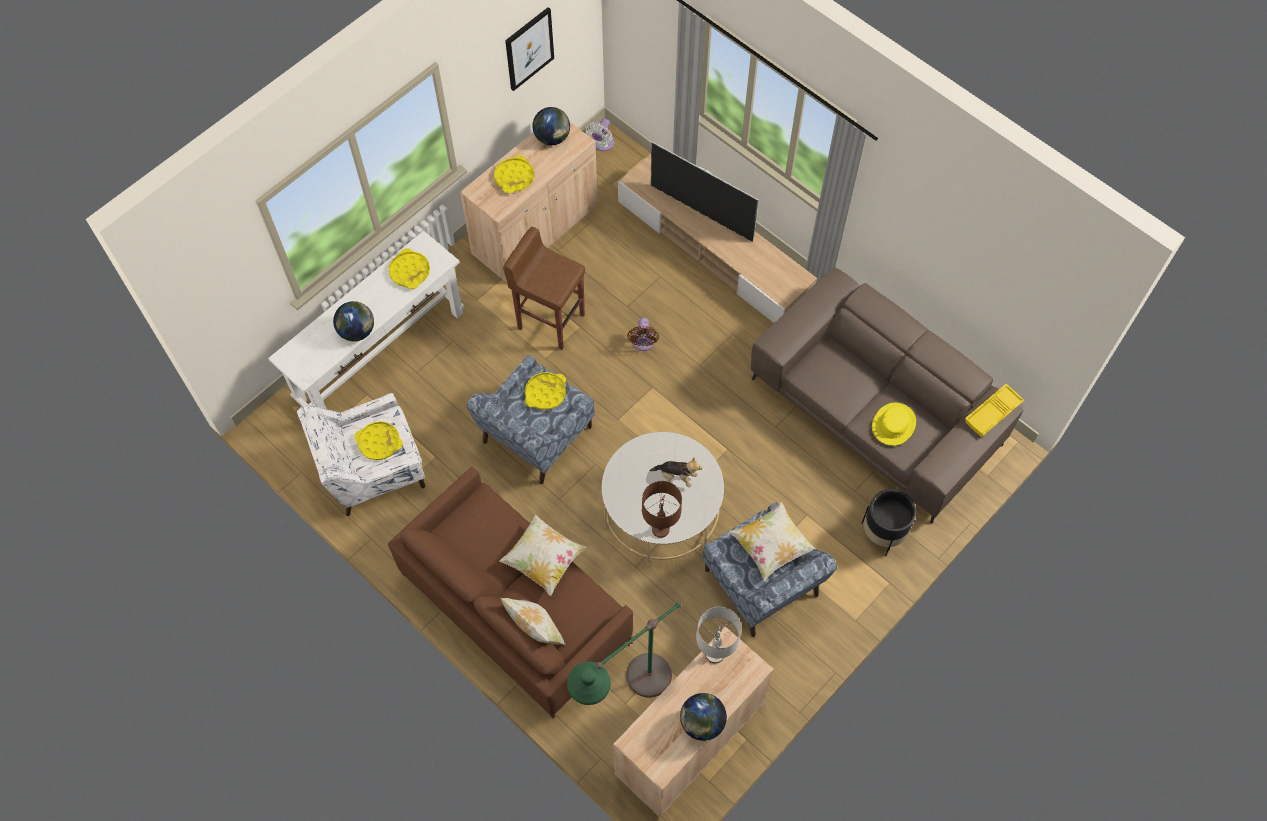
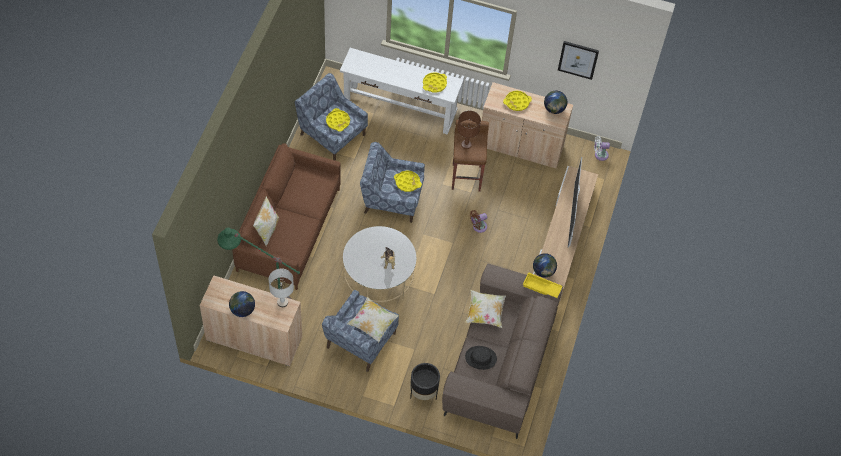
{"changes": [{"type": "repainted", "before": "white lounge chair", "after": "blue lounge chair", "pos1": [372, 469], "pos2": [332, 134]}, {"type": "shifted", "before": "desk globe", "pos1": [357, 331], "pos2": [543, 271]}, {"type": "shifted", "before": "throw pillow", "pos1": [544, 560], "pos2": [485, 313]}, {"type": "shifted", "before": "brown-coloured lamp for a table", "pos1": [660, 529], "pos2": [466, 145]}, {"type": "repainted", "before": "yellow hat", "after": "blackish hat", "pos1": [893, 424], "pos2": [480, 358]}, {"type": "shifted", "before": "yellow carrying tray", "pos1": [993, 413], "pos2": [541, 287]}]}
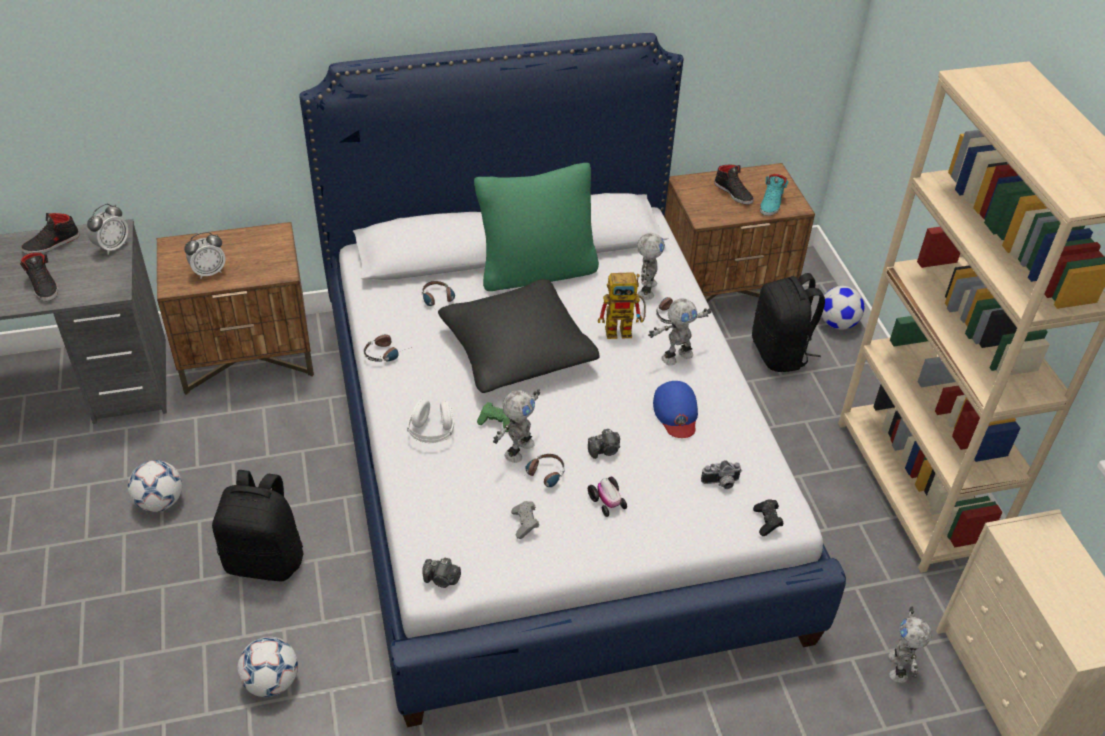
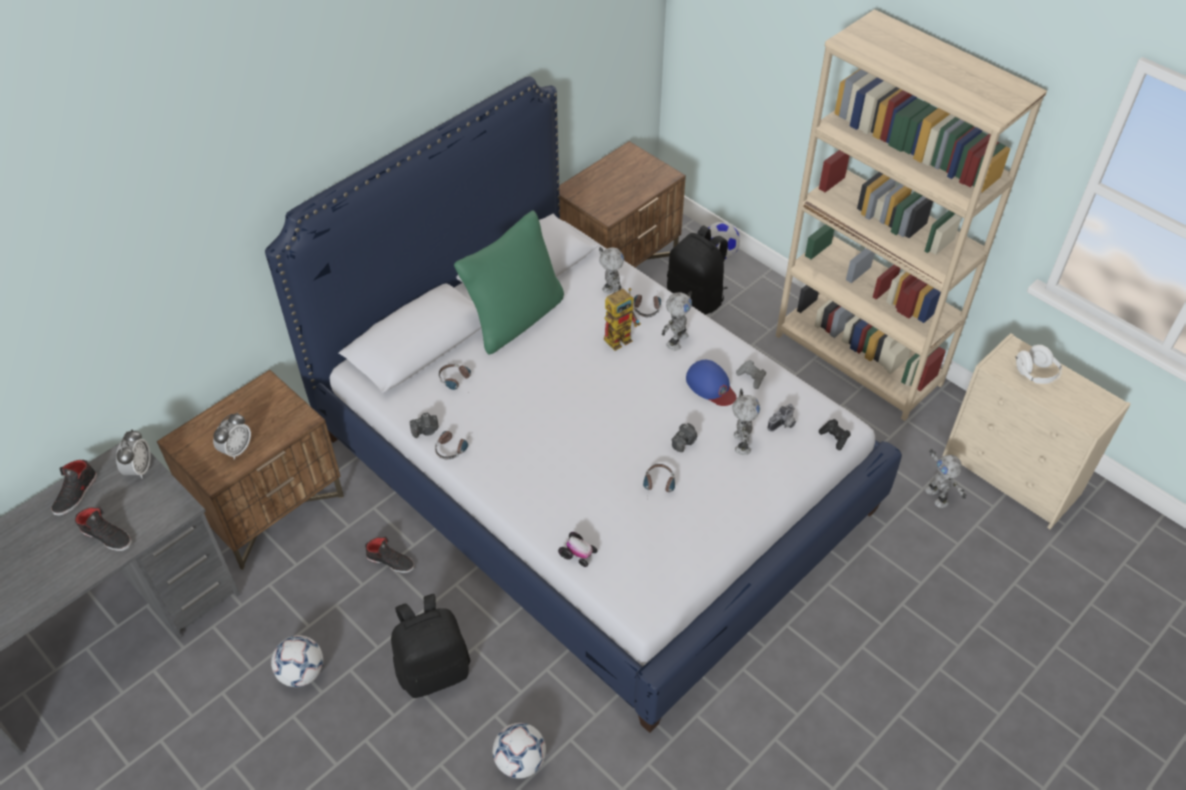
{"changes": [{"type": "shifted", "before": "white pair of headphones", "pos1": [432, 432], "pos2": [1035, 374]}, {"type": "shifted", "before": "photo camera", "pos1": [442, 579], "pos2": [426, 431]}, {"type": "gone", "before": "blackish throw pillow", "pos1": [517, 351]}, {"type": "gone", "before": "green-coloured gamepad", "pos1": [496, 422]}, {"type": "shifted", "before": "toy robot", "pos1": [518, 449], "pos2": [740, 443]}, {"type": "shifted", "before": "greyish gamepad", "pos1": [525, 524], "pos2": [751, 378]}, {"type": "shifted", "before": "model car", "pos1": [607, 502], "pos2": [578, 554]}, {"type": "shifted", "before": "blackish low shoe", "pos1": [733, 193], "pos2": [391, 561]}, {"type": "gone", "before": "blue-green low shoe", "pos1": [771, 203]}]}
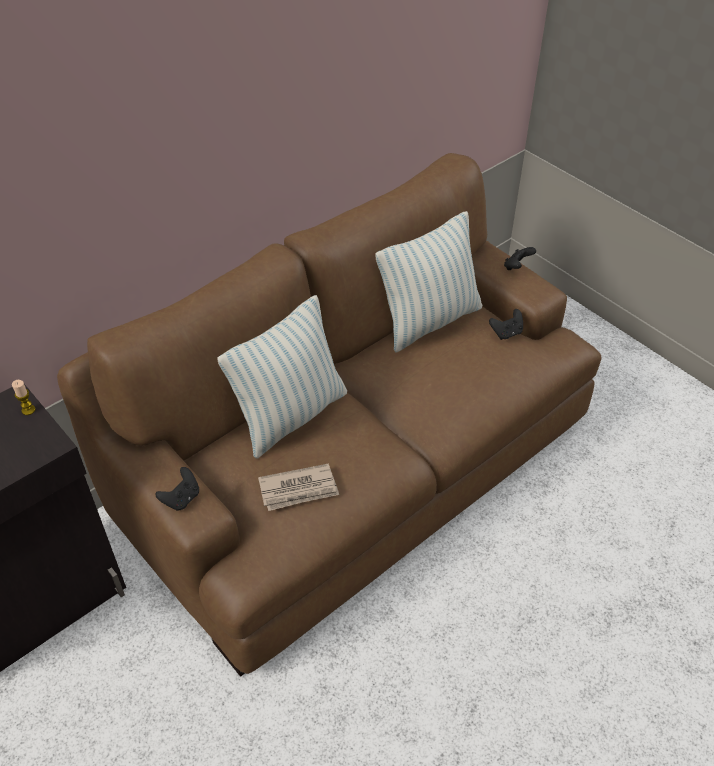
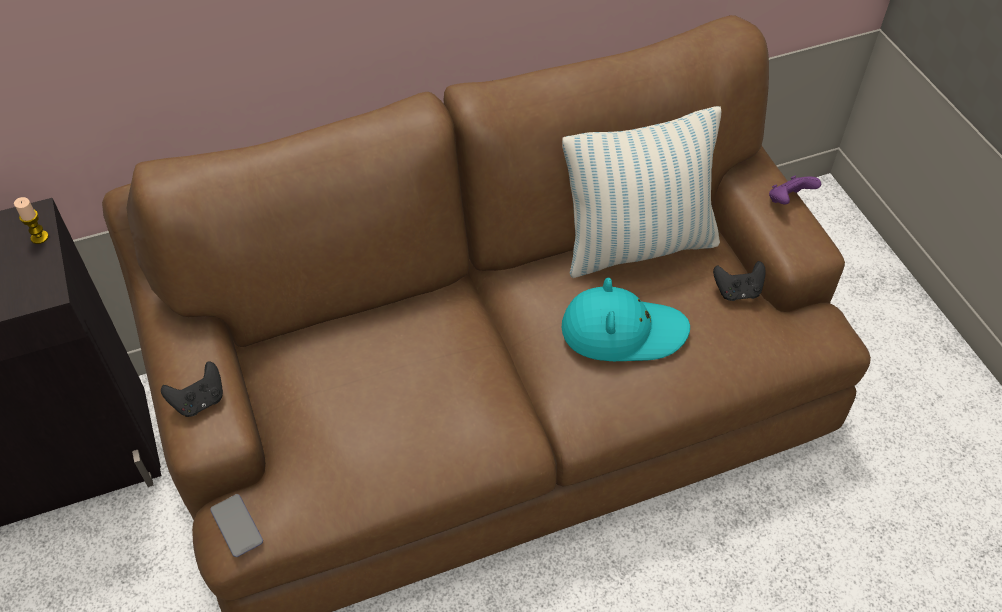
{"changes": [{"type": "gone", "before": "throw pillow", "pos1": [291, 416]}, {"type": "gone", "before": "daily paper", "pos1": [299, 489]}, {"type": "repainted", "before": "blackish gamepad", "after": "purple-coloured gamepad", "pos1": [517, 267], "pos2": [788, 200]}, {"type": "new", "after": "telephone", "pos2": [237, 526]}, {"type": "new", "after": "blue-green hat", "pos2": [622, 331]}]}
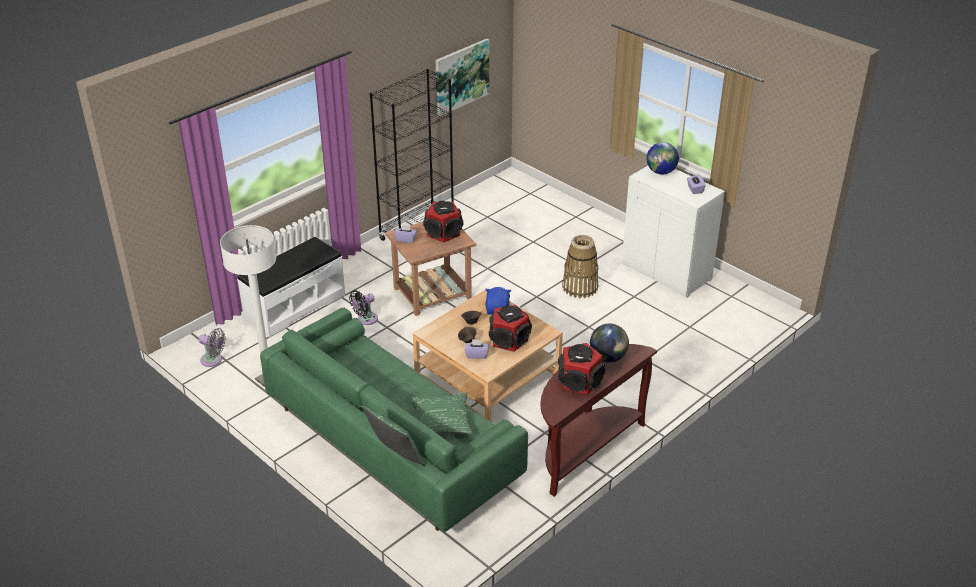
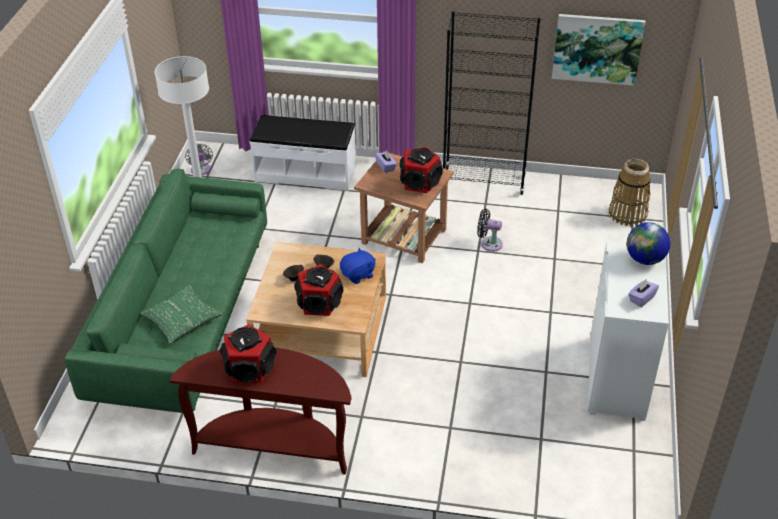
{"changes": [{"type": "shifted", "before": "blackish fan", "pos1": [365, 319], "pos2": [489, 244]}, {"type": "gone", "before": "green-coloured throw pillow", "pos1": [395, 456]}, {"type": "gone", "before": "purple-coloured box of tissues", "pos1": [476, 355]}, {"type": "shifted", "before": "storage basket", "pos1": [579, 287], "pos2": [627, 214]}, {"type": "gone", "before": "desk globe", "pos1": [608, 357]}]}
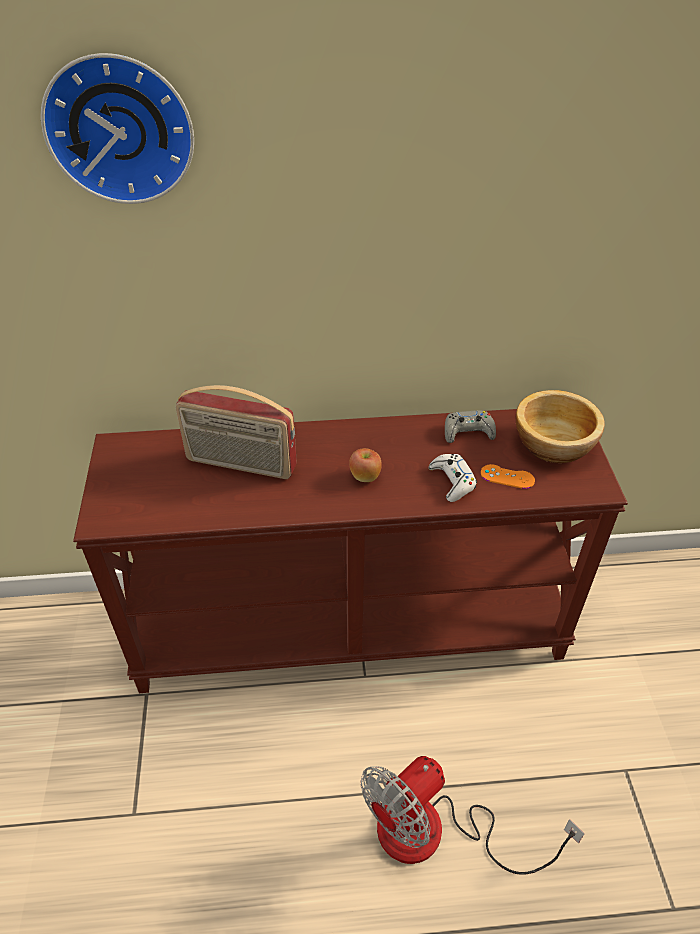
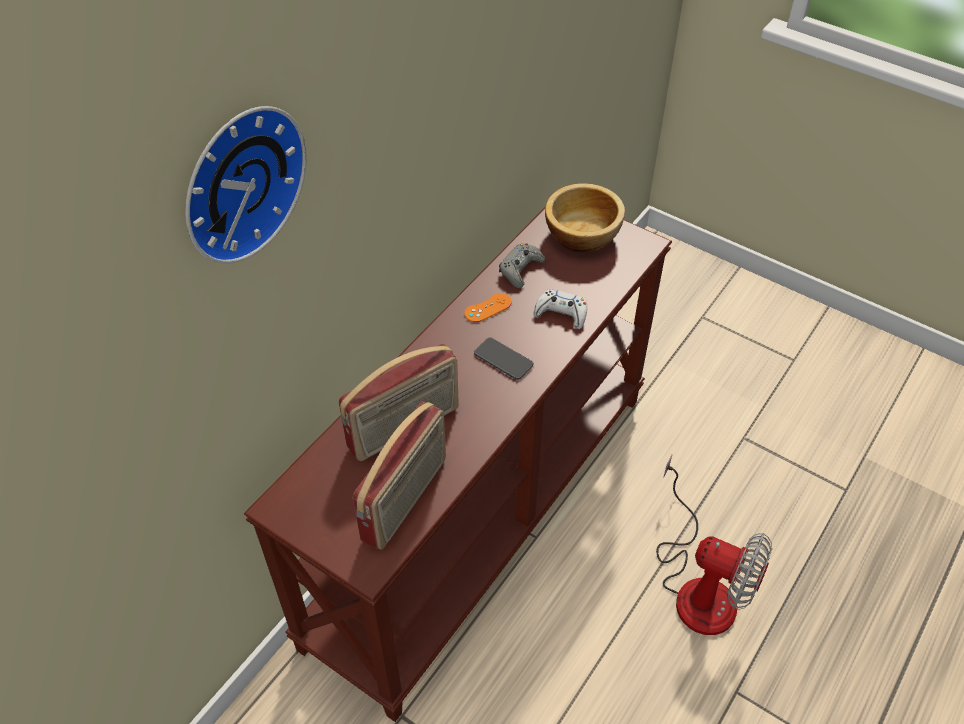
{"changes": [{"type": "swapped", "before": "apple", "after": "telephone", "pos1": [365, 476], "pos2": [503, 359]}, {"type": "rotated", "before": "fan", "pos1": [435, 834], "pos2": [698, 585], "turn": -60}, {"type": "shifted", "before": "orangey gamepad", "pos1": [507, 477], "pos2": [488, 308]}, {"type": "new", "after": "radio receiver", "pos2": [406, 500]}]}
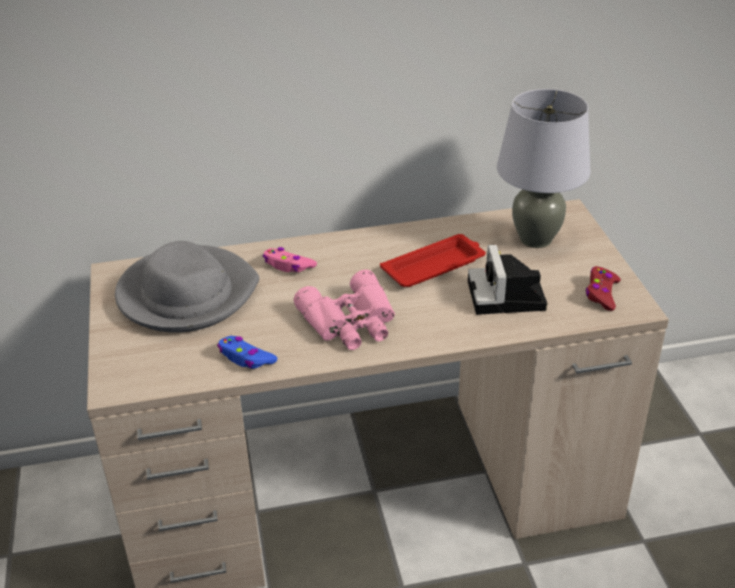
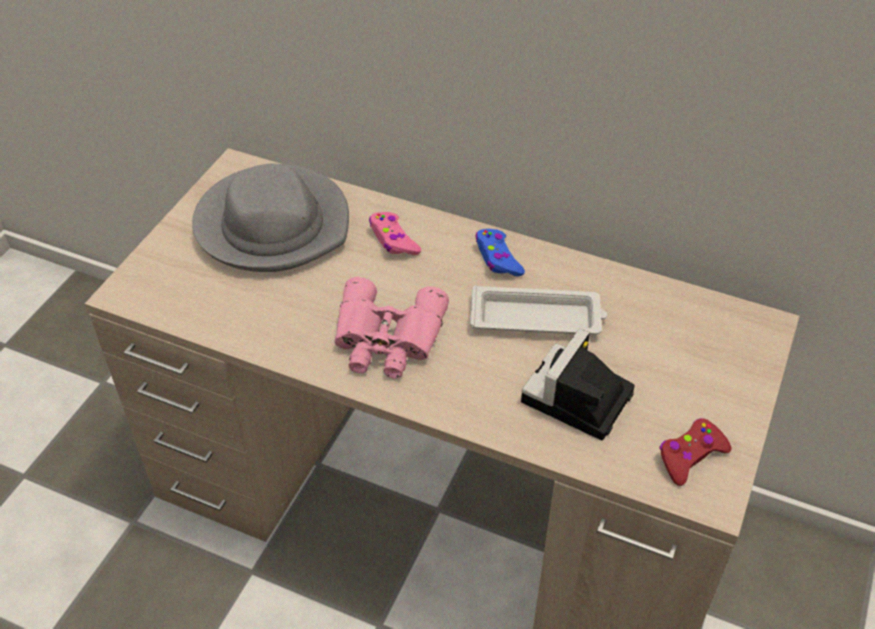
{"changes": [{"type": "shifted", "before": "blue gamepad", "pos1": [246, 358], "pos2": [498, 258]}, {"type": "repainted", "before": "red-coloured carrying tray", "after": "white carrying tray", "pos1": [435, 266], "pos2": [538, 318]}, {"type": "gone", "before": "greyish lamp for a table", "pos1": [536, 239]}]}
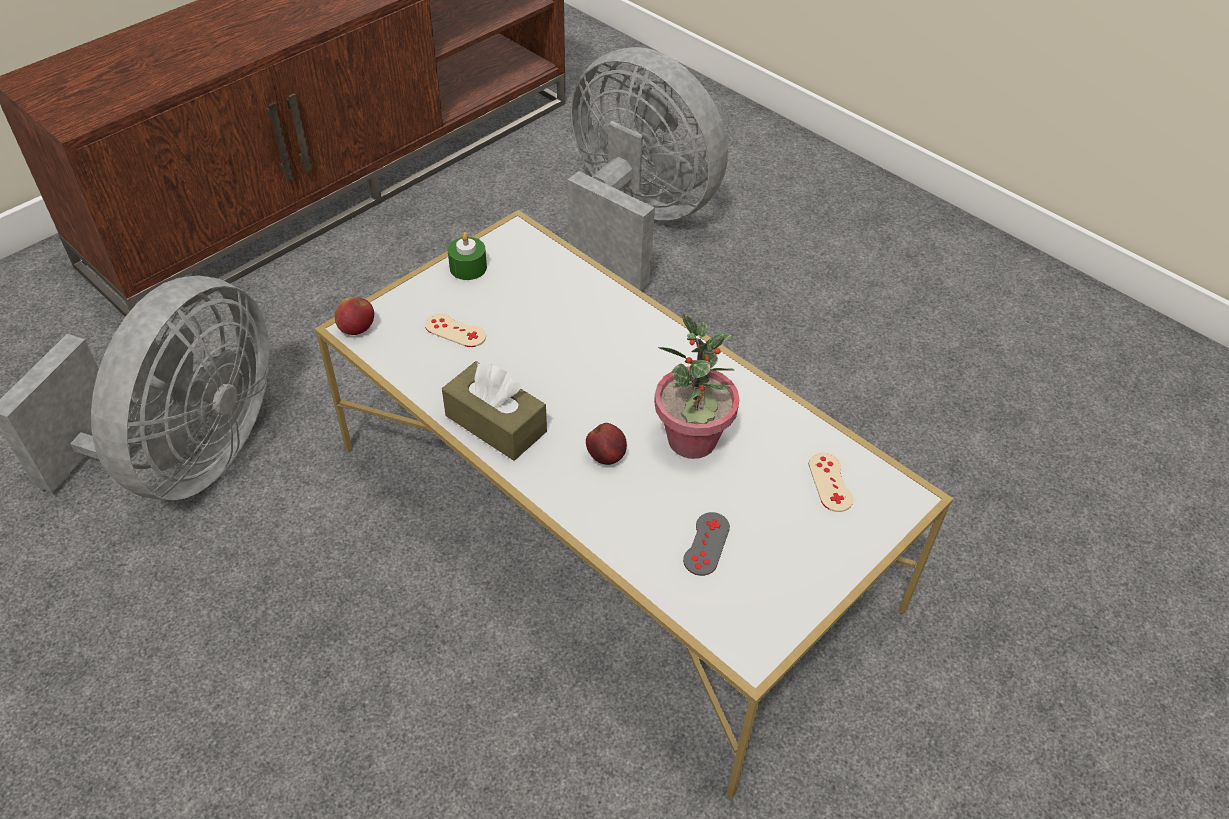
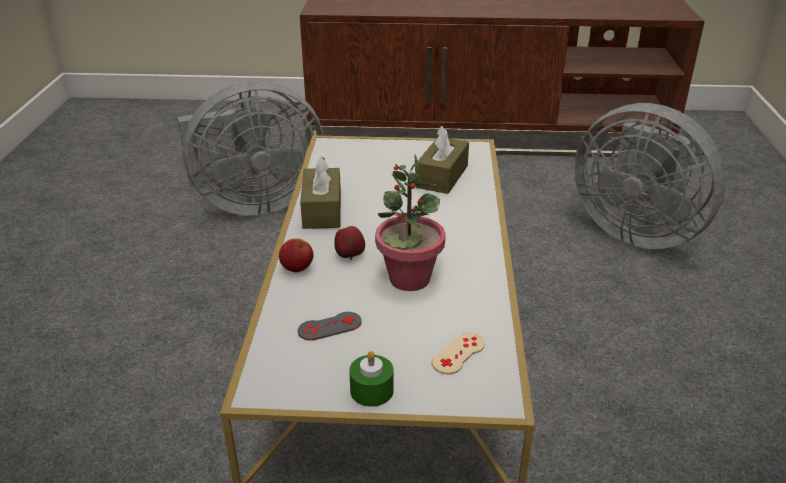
{"changes": [{"type": "shifted", "before": "apple", "pos1": [357, 329], "pos2": [297, 269]}, {"type": "gone", "before": "sand-coloured gamepad", "pos1": [455, 331]}, {"type": "shifted", "before": "green-coloured wax candle", "pos1": [468, 267], "pos2": [371, 390]}, {"type": "rotated", "before": "greyish fan", "pos1": [635, 222], "pos2": [636, 231], "turn": 135}, {"type": "new", "after": "brown-coloured box of tissues", "pos2": [442, 176]}]}
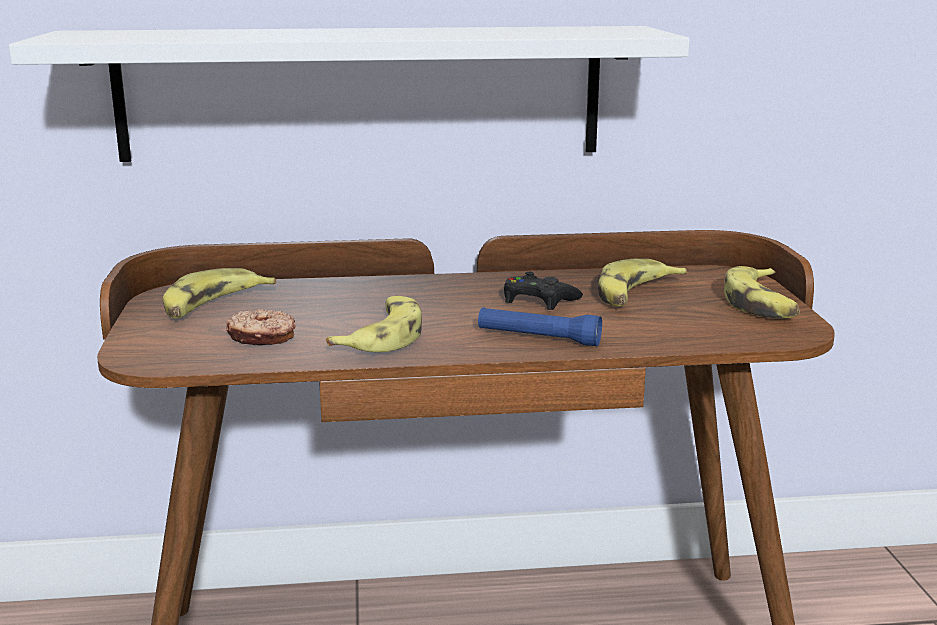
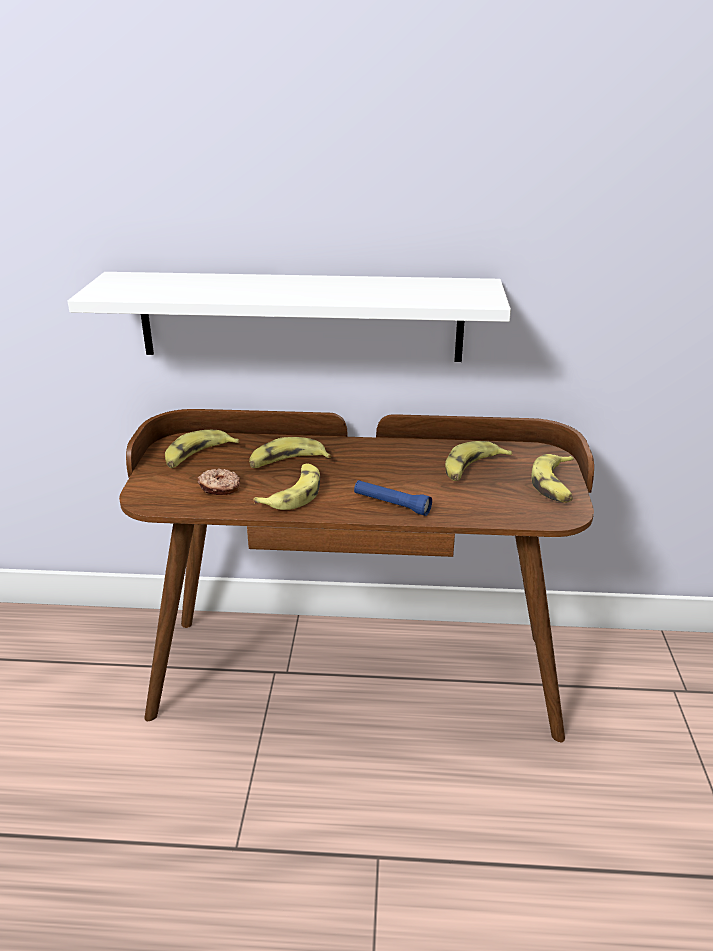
{"changes": [{"type": "gone", "before": "blackish gamepad", "pos1": [538, 300]}, {"type": "new", "after": "whole banana", "pos2": [287, 463]}]}
